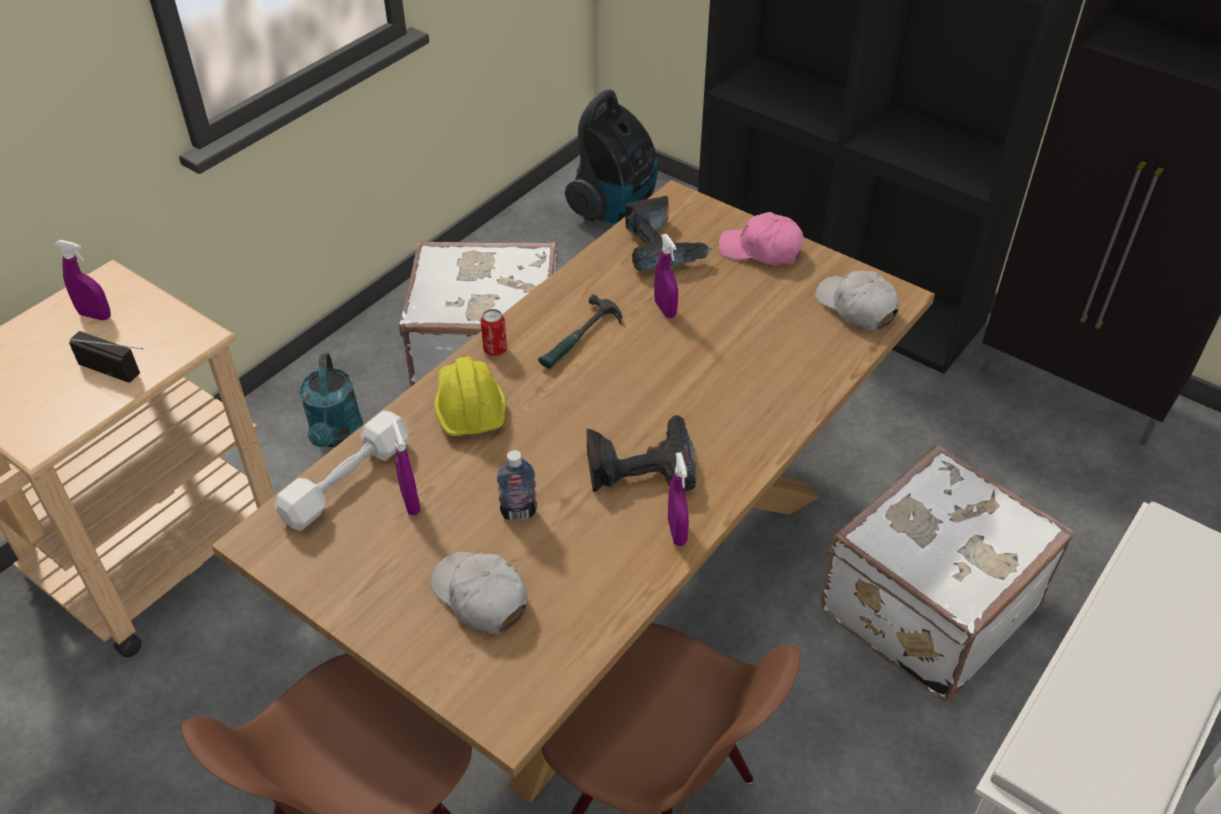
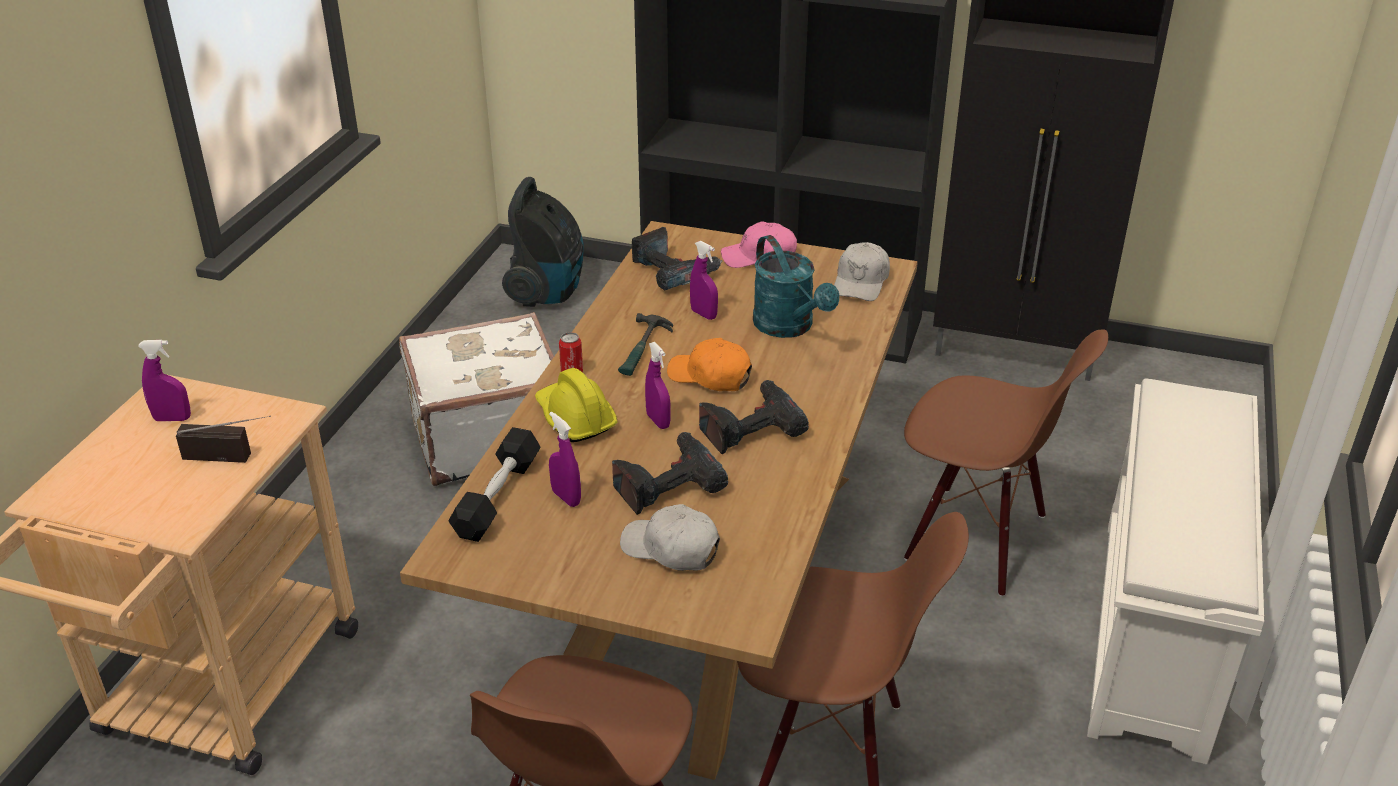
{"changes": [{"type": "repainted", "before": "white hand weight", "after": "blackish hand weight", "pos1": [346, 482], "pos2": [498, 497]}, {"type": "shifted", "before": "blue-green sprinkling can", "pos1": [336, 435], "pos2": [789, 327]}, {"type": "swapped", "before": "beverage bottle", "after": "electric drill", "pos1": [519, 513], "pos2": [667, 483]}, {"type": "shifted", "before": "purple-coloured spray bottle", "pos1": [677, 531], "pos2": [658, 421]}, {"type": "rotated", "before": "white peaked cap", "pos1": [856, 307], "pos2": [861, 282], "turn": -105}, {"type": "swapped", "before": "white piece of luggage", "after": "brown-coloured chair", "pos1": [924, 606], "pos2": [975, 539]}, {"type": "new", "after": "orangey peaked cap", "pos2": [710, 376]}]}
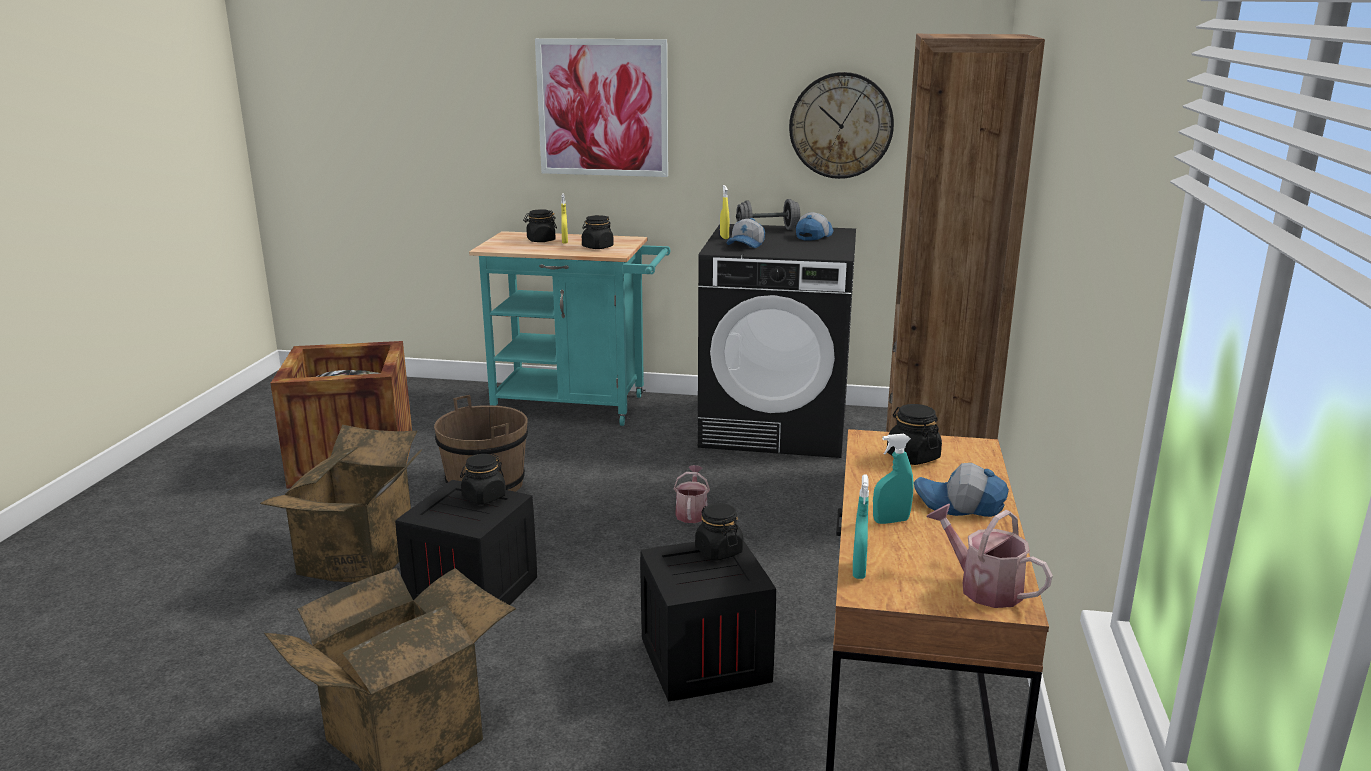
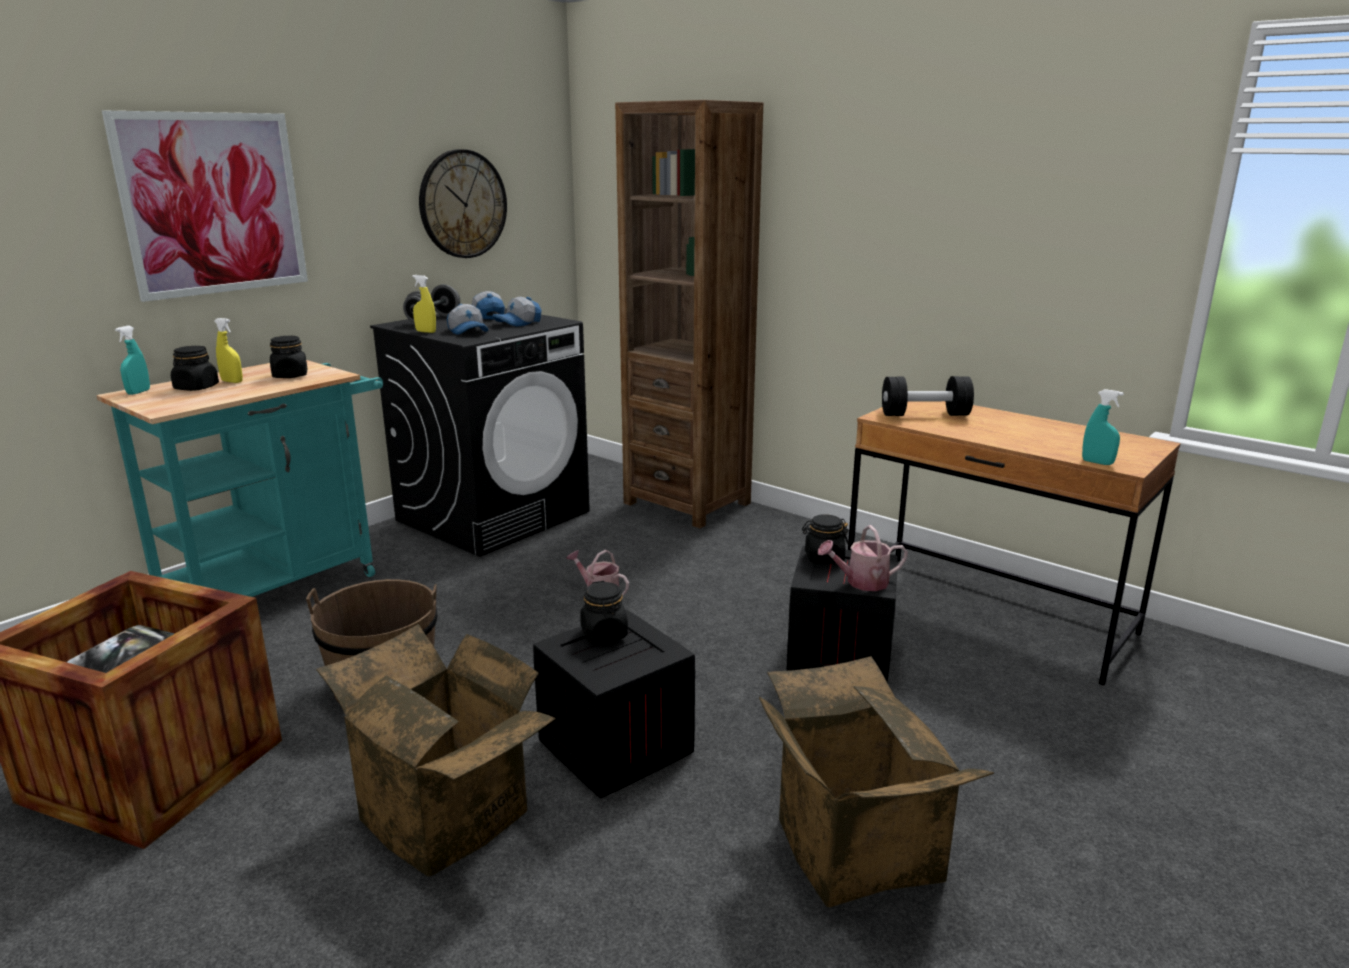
{"changes": [{"type": "shifted", "before": "blue-green spray bottle", "pos1": [891, 521], "pos2": [138, 392]}, {"type": "swapped", "before": "blackish jar", "after": "blackish hand weight", "pos1": [912, 457], "pos2": [925, 415]}, {"type": "shifted", "before": "peaked cap", "pos1": [959, 505], "pos2": [518, 323]}, {"type": "shifted", "before": "sprinkling can", "pos1": [983, 587], "pos2": [861, 582]}]}
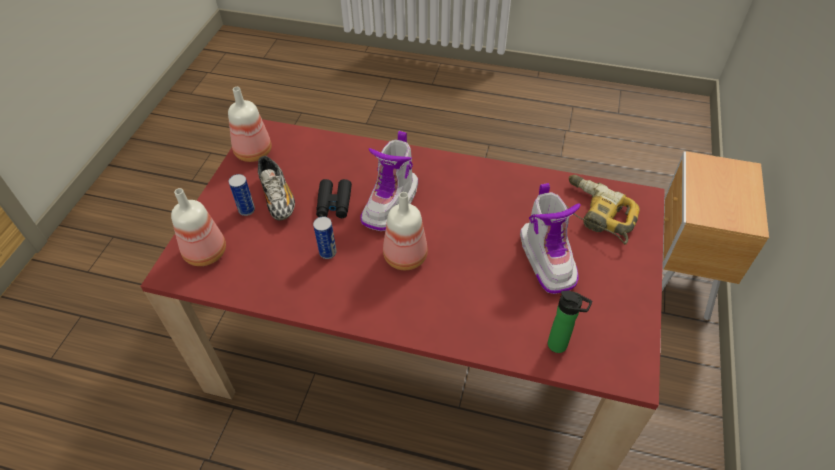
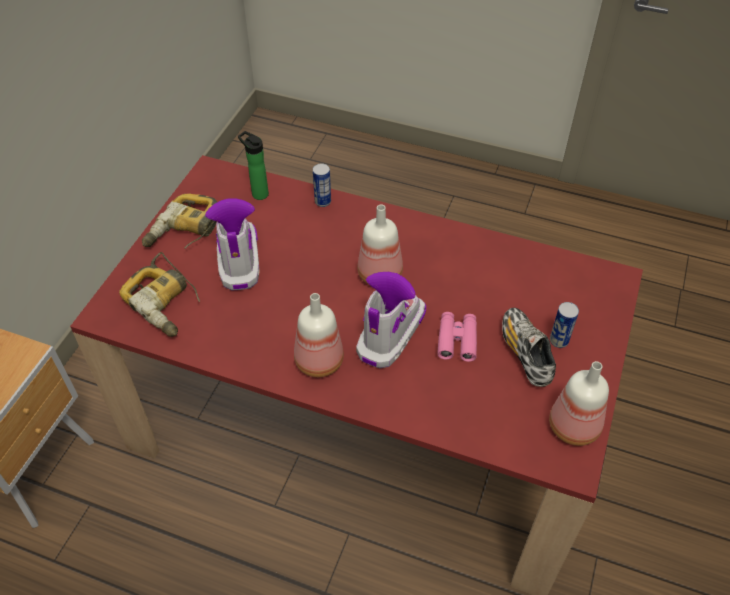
{"changes": [{"type": "shifted", "before": "beverage bottle", "pos1": [206, 251], "pos2": [319, 362]}, {"type": "shifted", "before": "can", "pos1": [328, 252], "pos2": [322, 201]}, {"type": "repainted", "before": "blackish field glasses", "after": "pink field glasses", "pos1": [334, 203], "pos2": [457, 340]}, {"type": "new", "after": "electric drill", "pos2": [189, 230]}]}
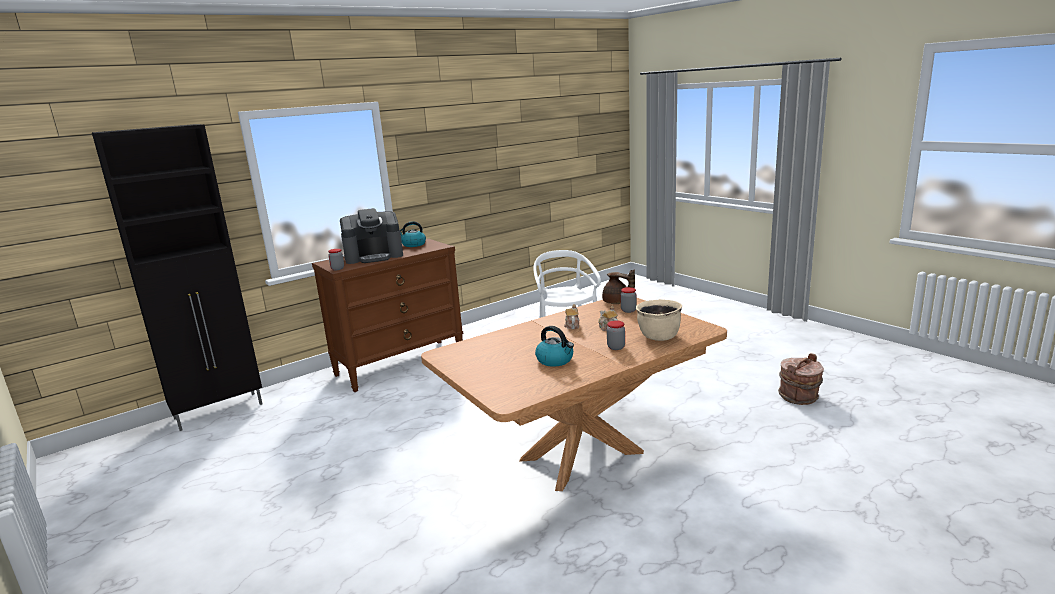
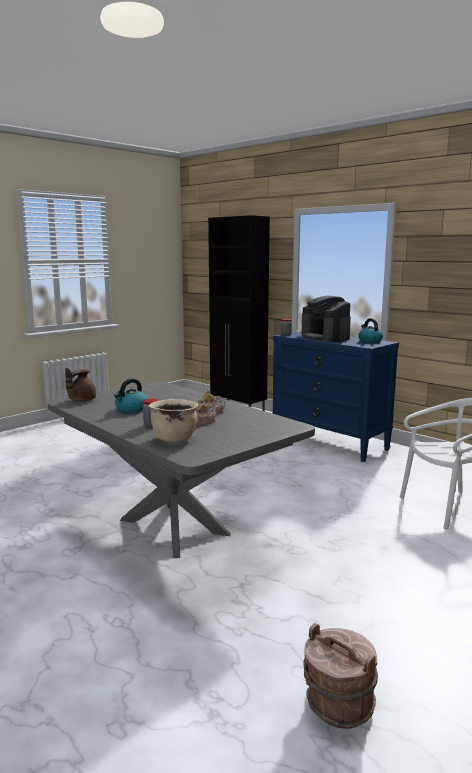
{"changes": [{"type": "repainted", "before": "brown-coloured dresser", "after": "blue dresser", "pos1": [400, 364], "pos2": [329, 442]}, {"type": "repainted", "before": "brown-coloured dining table", "after": "greyish dining table", "pos1": [580, 455], "pos2": [173, 526]}, {"type": "shifted", "before": "brown-coloured pot for tea", "pos1": [617, 302], "pos2": [81, 400]}, {"type": "gone", "before": "jar", "pos1": [628, 310]}]}
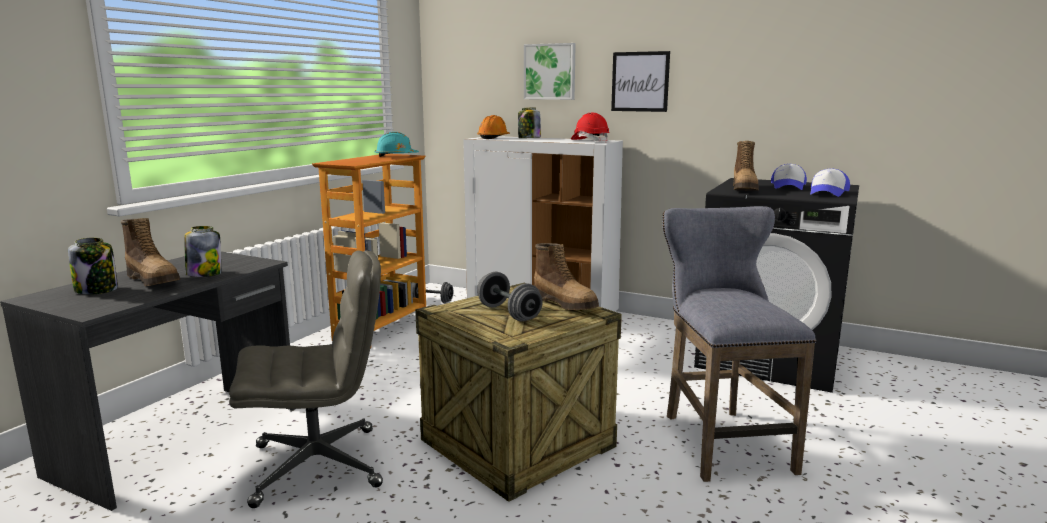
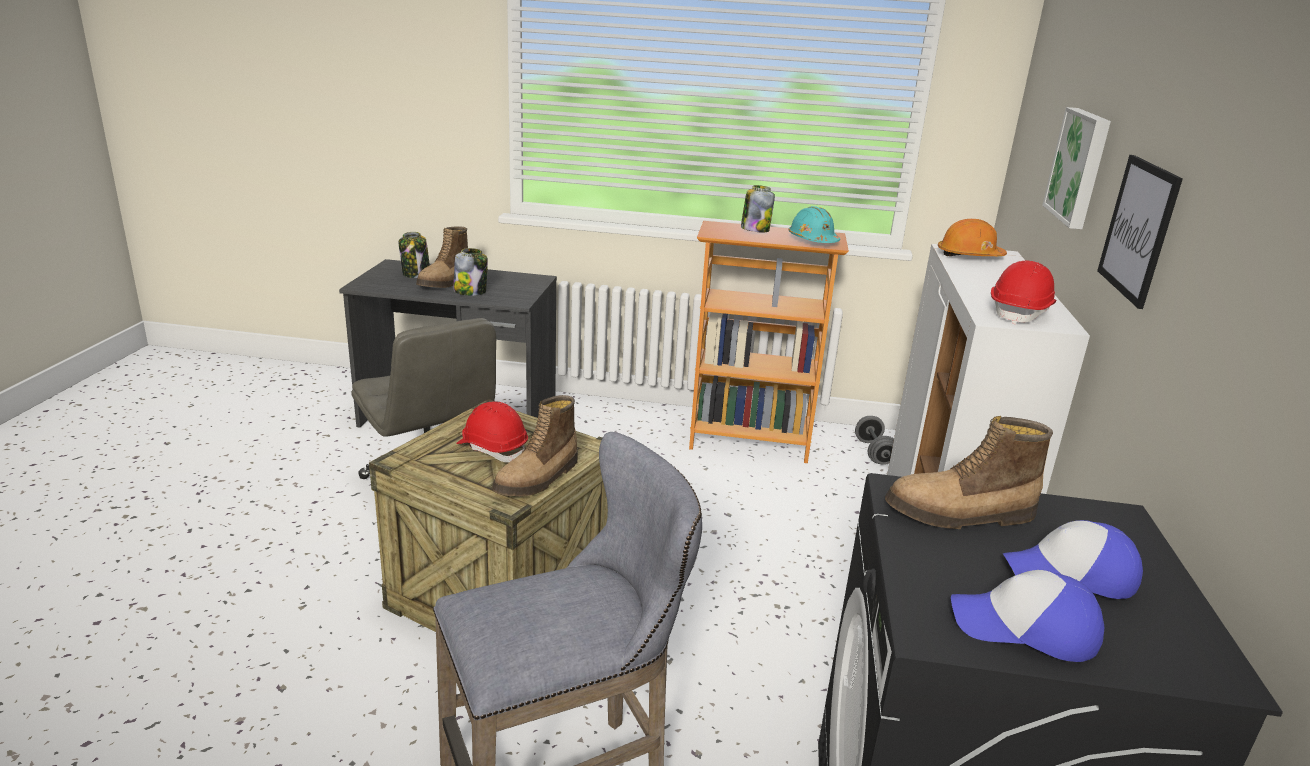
{"changes": [{"type": "swapped", "before": "greyish hand weight", "after": "red-coloured work helmet", "pos1": [508, 313], "pos2": [493, 449]}, {"type": "shifted", "before": "jar", "pos1": [529, 138], "pos2": [755, 230]}]}
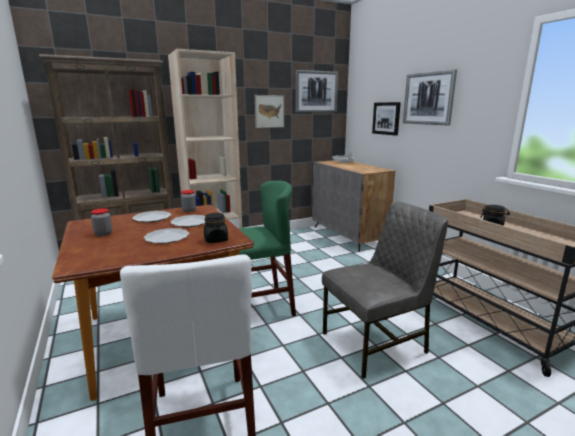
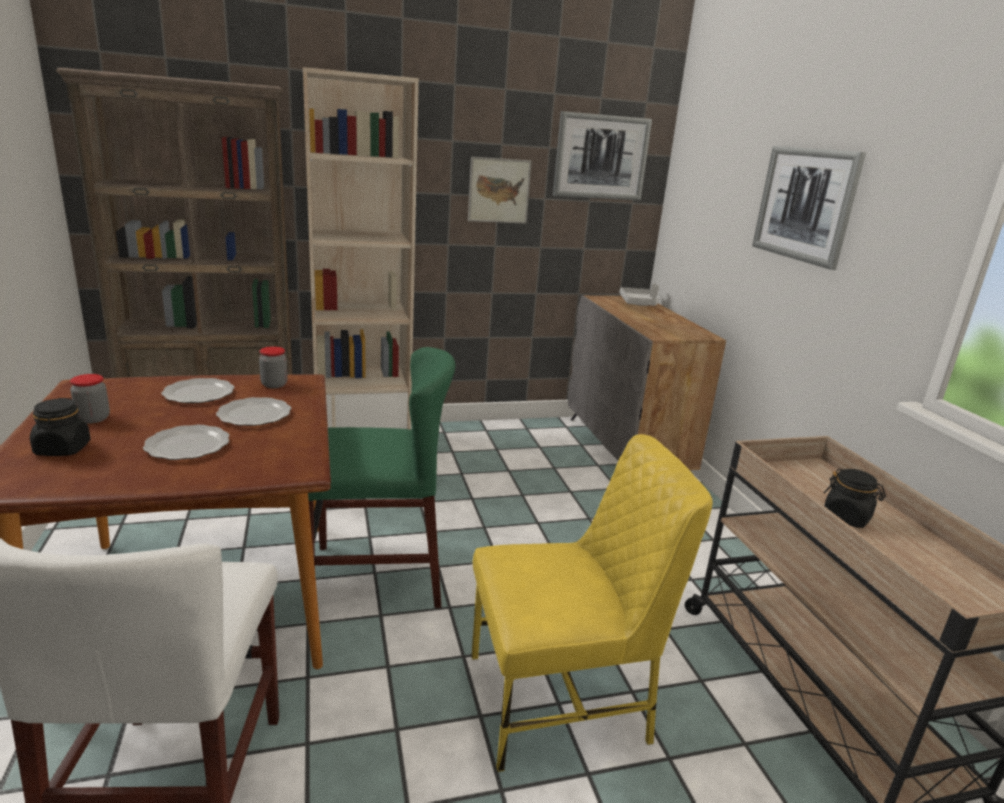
{"changes": [{"type": "shifted", "before": "blackish jar", "pos1": [216, 240], "pos2": [62, 449]}, {"type": "repainted", "before": "greyish chair", "after": "yellow chair", "pos1": [376, 343], "pos2": [561, 700]}, {"type": "gone", "before": "wall art", "pos1": [386, 118]}]}
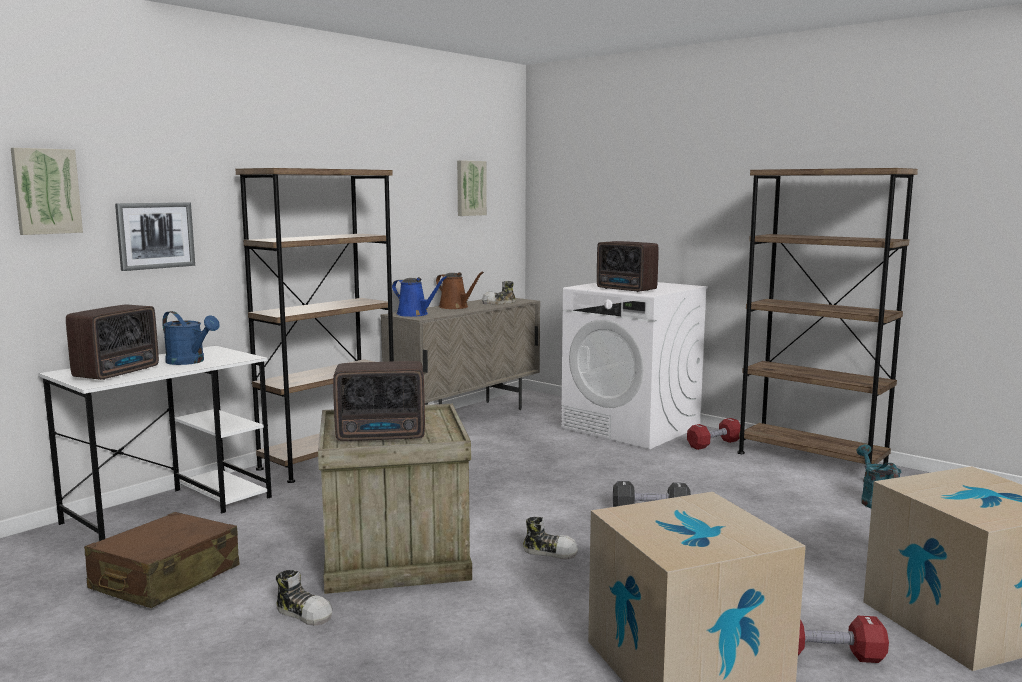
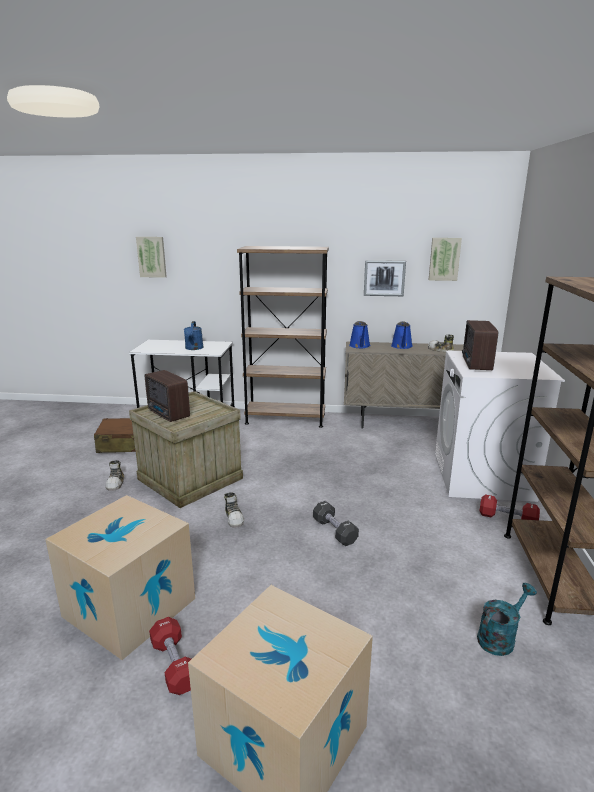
{"changes": [{"type": "gone", "before": "radio receiver", "pos1": [119, 372]}, {"type": "shifted", "before": "wall art", "pos1": [155, 235], "pos2": [384, 278]}, {"type": "repainted", "before": "brown-coloured sprinkling can", "after": "blue sprinkling can", "pos1": [455, 307], "pos2": [402, 346]}]}
